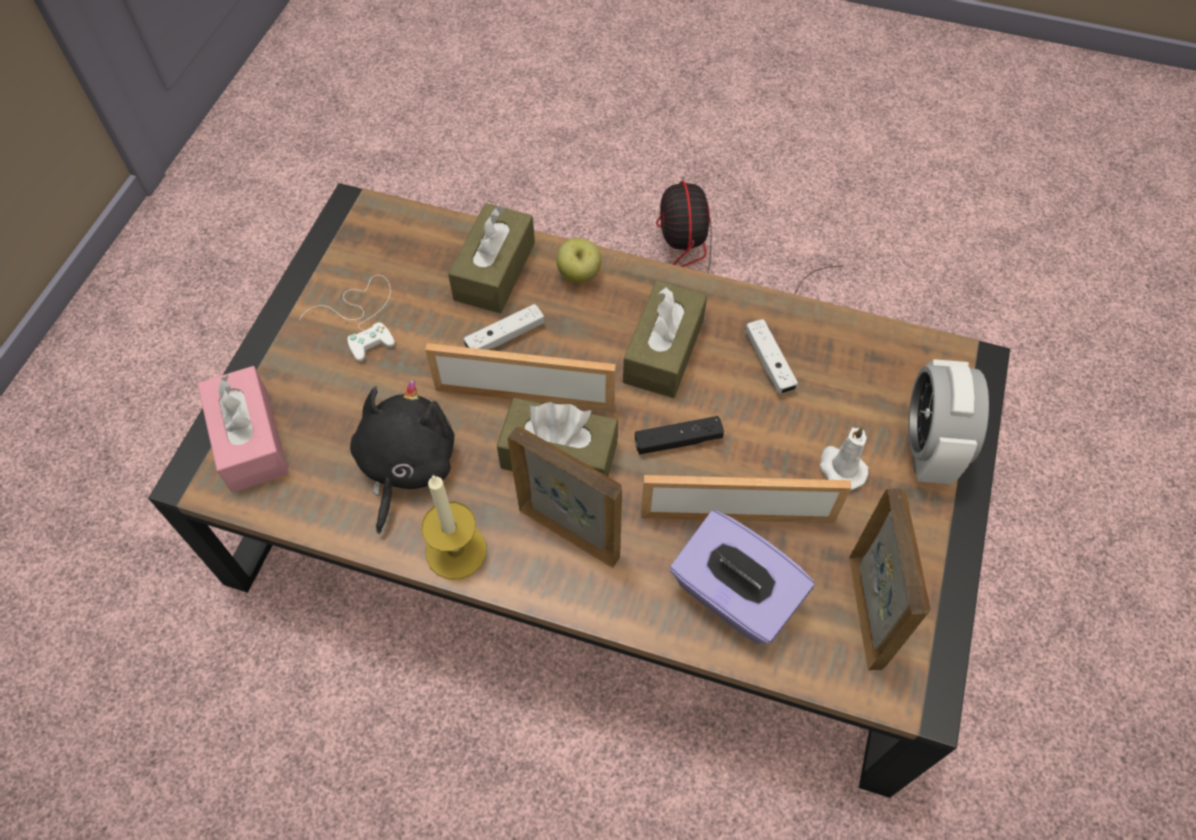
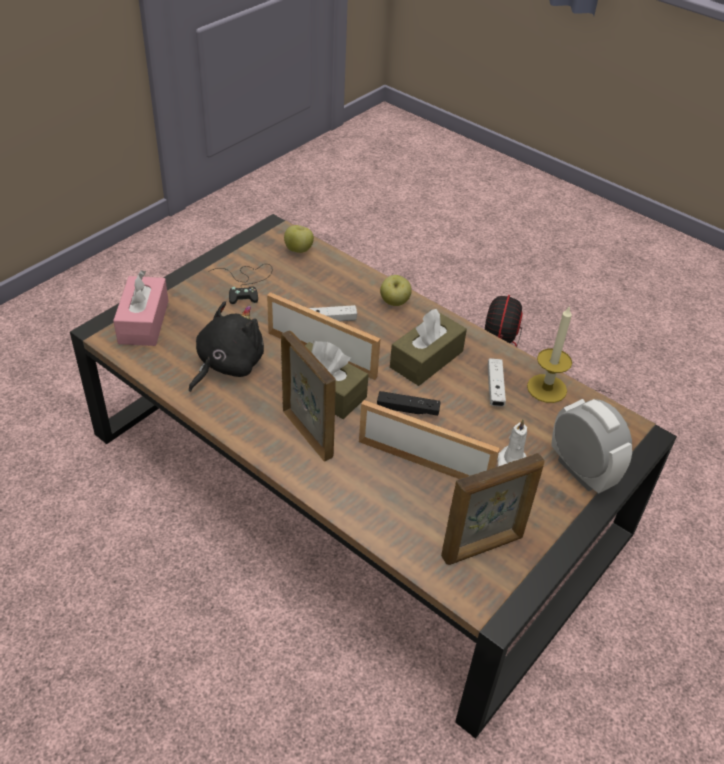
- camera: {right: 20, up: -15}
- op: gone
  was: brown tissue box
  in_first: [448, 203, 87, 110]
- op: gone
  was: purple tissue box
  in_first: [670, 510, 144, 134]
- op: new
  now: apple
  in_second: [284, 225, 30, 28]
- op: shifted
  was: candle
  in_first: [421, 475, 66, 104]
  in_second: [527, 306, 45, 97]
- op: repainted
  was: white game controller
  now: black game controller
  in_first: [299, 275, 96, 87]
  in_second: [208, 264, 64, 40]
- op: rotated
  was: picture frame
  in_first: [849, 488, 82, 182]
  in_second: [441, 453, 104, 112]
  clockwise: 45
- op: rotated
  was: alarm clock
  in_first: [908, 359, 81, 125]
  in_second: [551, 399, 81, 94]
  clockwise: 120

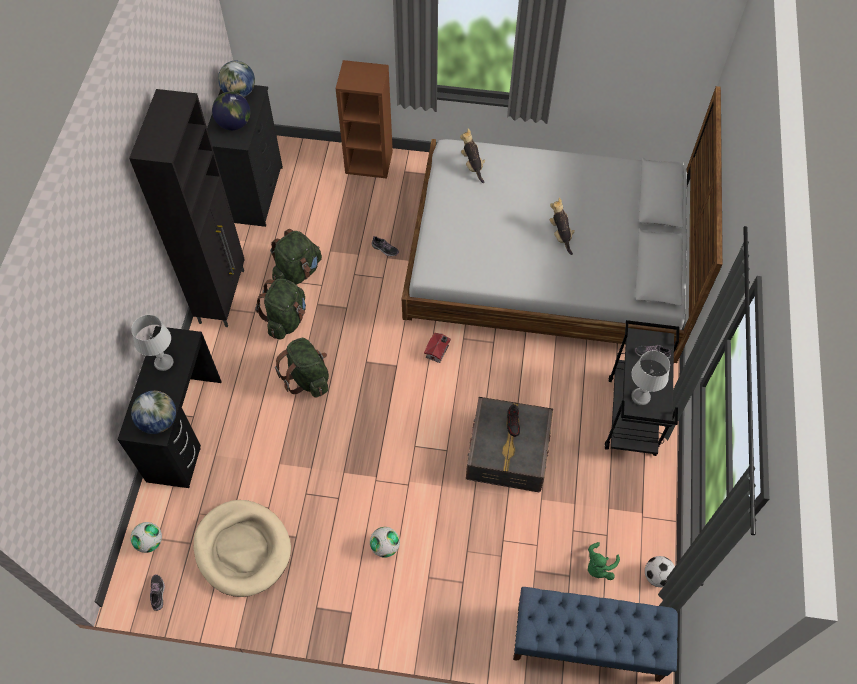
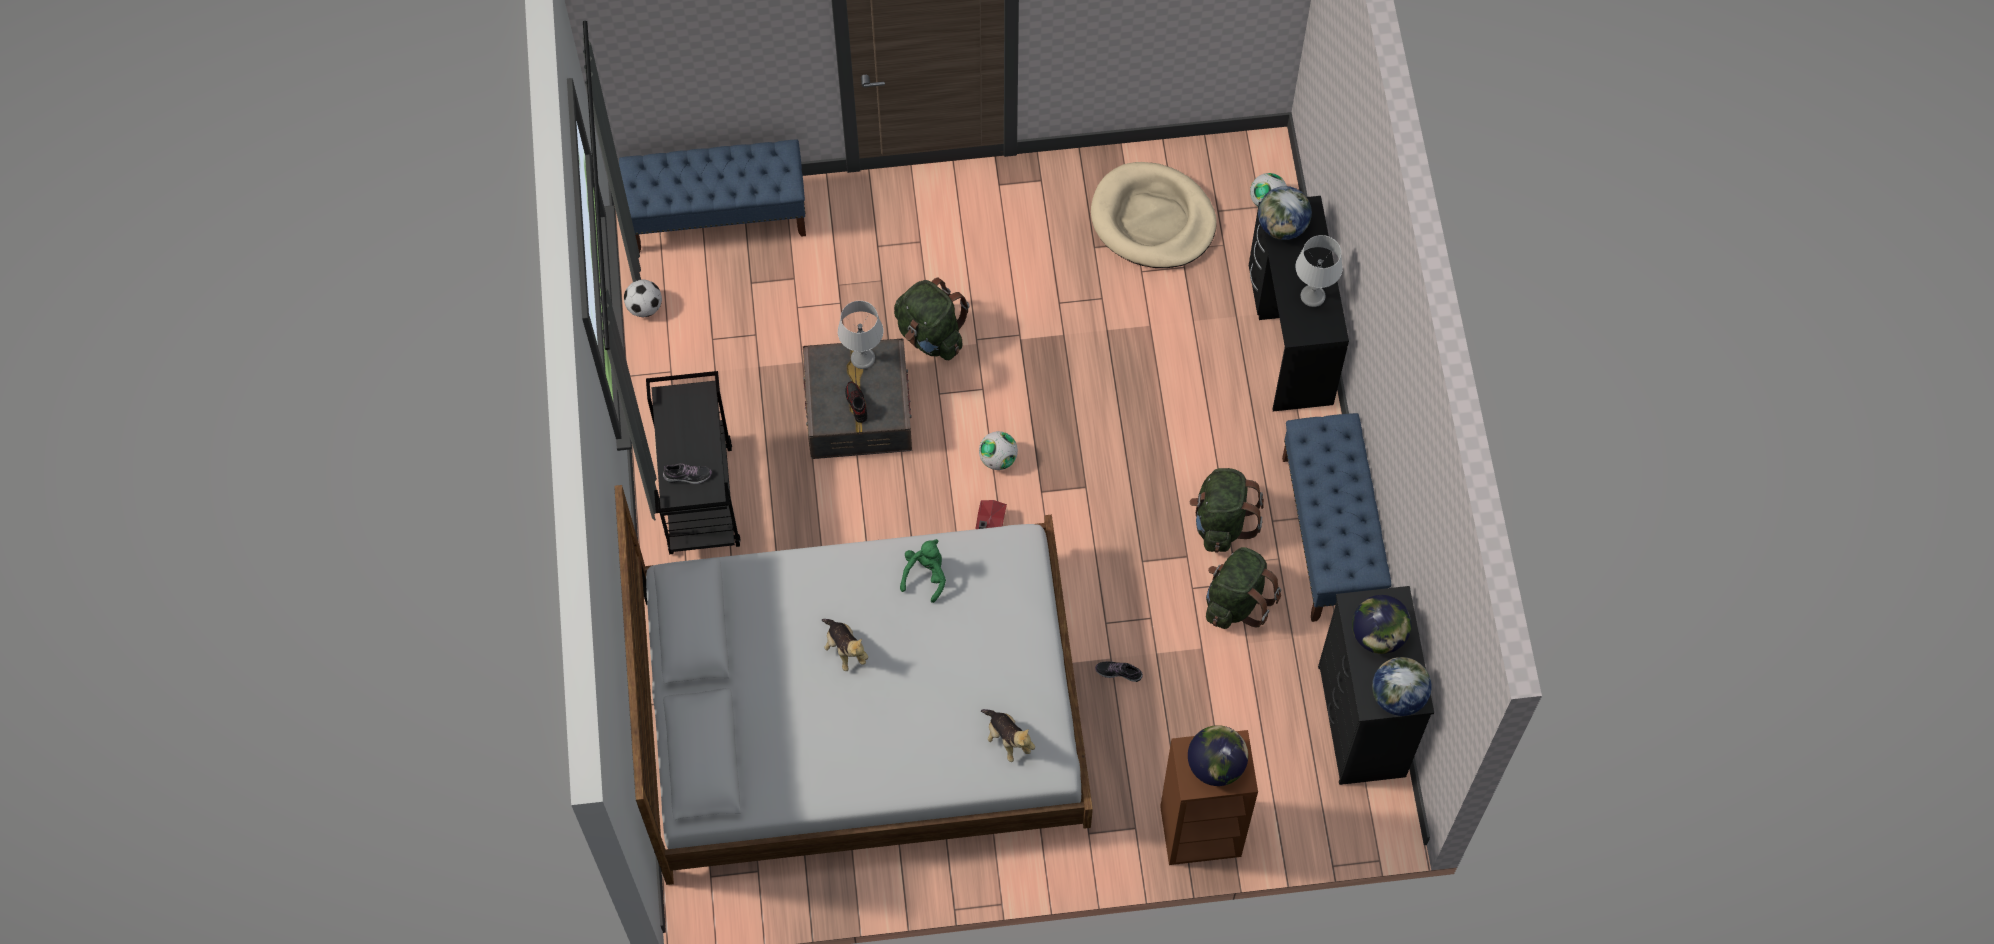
- camera: {right: 165, up: 5}
- op: gone
  was: shoe
  in_first: [150, 574, 15, 37]
- op: new
  now: globe
  in_second: [1188, 725, 60, 61]
- op: shifted
  was: green backpack
  in_first: [275, 338, 54, 59]
  in_second: [894, 277, 76, 83]
- op: shifted
  was: football
  in_first: [370, 527, 30, 31]
  in_second: [979, 431, 39, 39]
- op: shifted
  was: green plush toy
  in_first: [588, 542, 32, 38]
  in_second: [900, 539, 46, 64]
- op: shifted
  was: grey table lamp
  in_first: [631, 351, 39, 54]
  in_second: [838, 301, 45, 68]
- op: swapped
  was: black cabinet
  now: blue bench
  in_first: [129, 89, 116, 238]
  in_second: [1282, 413, 109, 209]

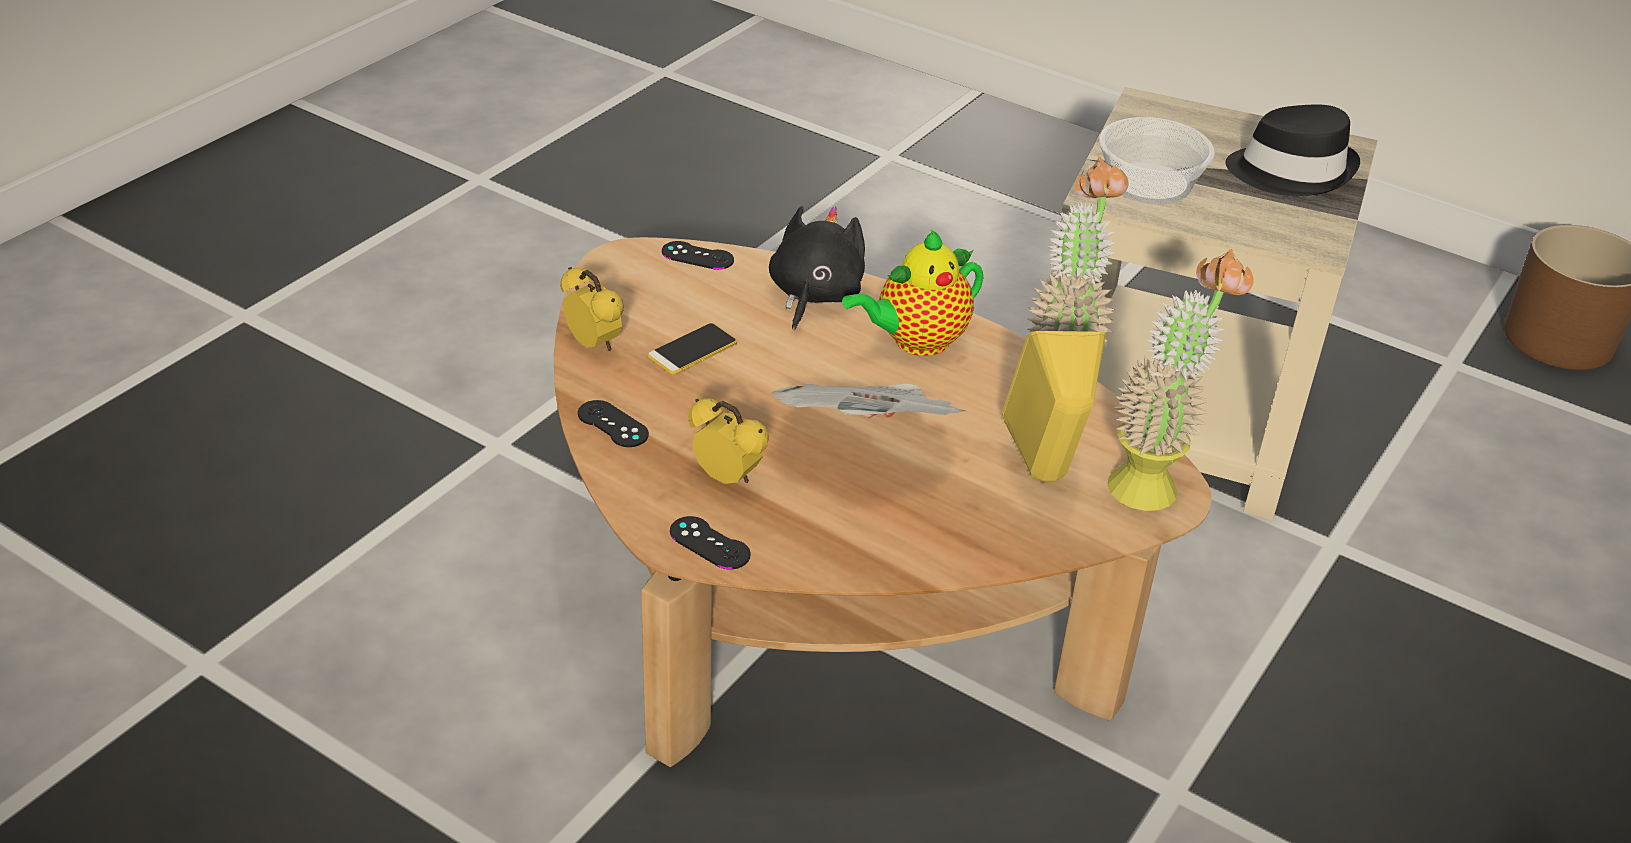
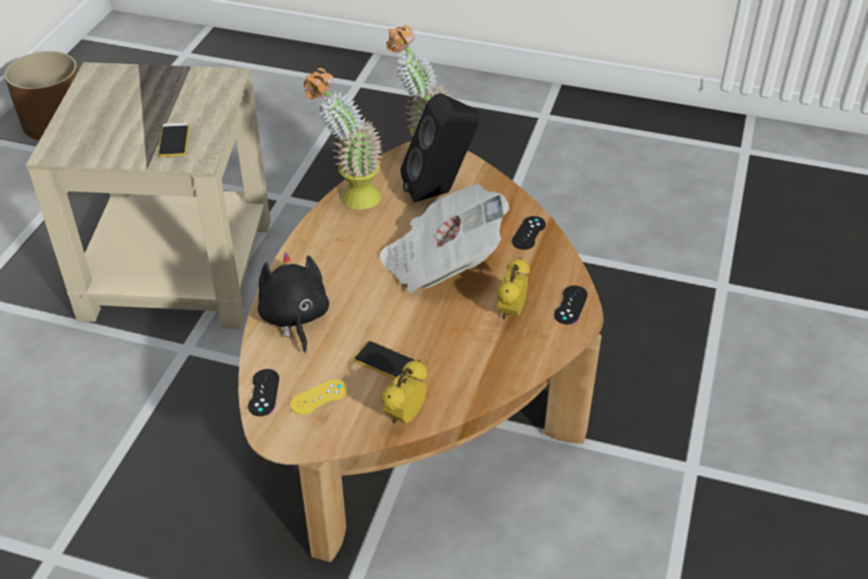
- camera: {right: -105, up: 5}
- op: gone
  was: teapot
  in_first: [842, 230, 142, 126]
- op: gone
  was: black hat
  in_first: [1225, 105, 135, 91]
- op: new
  now: yellow game controller
  in_second: [290, 379, 57, 36]
- op: shifted
  was: black game controller
  in_first: [578, 400, 71, 47]
  in_second: [512, 216, 34, 34]
- op: swapped
  was: bowl
  now: phone
  in_first: [1099, 117, 116, 87]
  in_second: [158, 122, 32, 35]
- op: repainted
  was: yellow speaker
  now: black speaker
  in_first: [1003, 331, 103, 151]
  in_second: [401, 93, 78, 110]
- op: rotated
  was: black plush toy
  in_first: [769, 206, 96, 125]
  in_second: [258, 252, 71, 101]
  clockwise: 75

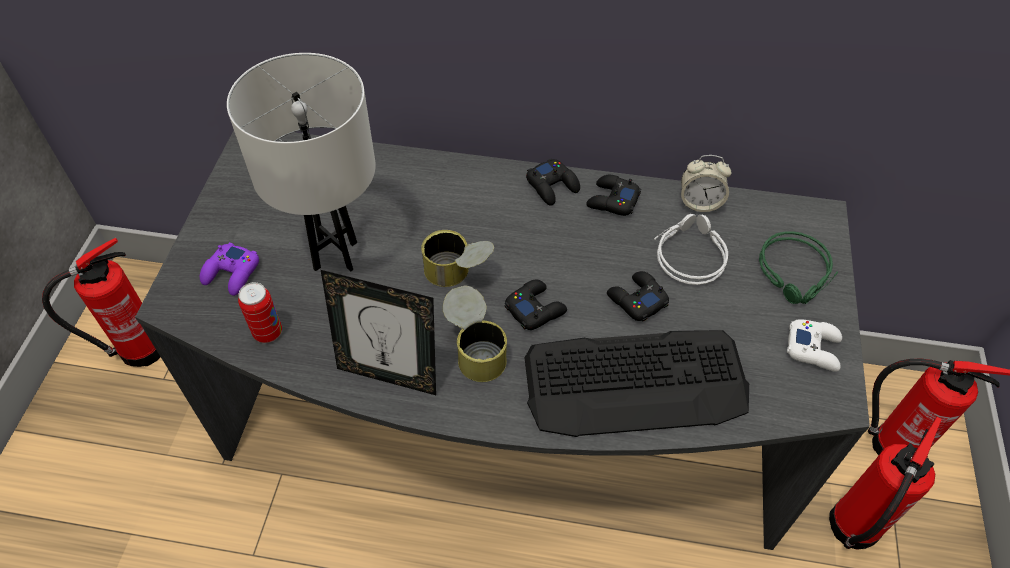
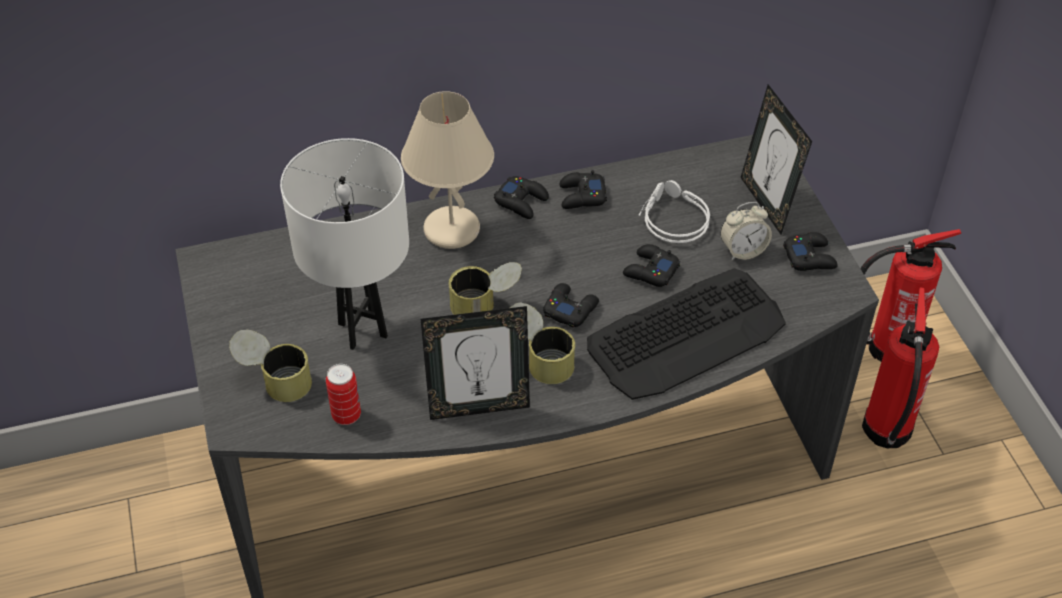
- camera: {right: -25, up: -5}
- op: gone
  was: fire extinguisher
  in_first: [42, 238, 118, 129]
- op: new
  now: beige table lamp
  in_second: [401, 91, 93, 158]
- op: shifted
  was: alarm clock
  in_first: [681, 155, 51, 57]
  in_second: [720, 202, 52, 58]
- op: swapped
  was: purple game controller
  now: can
  in_first: [200, 242, 59, 54]
  in_second: [229, 330, 83, 72]
- op: swapped
  was: green headphones
  now: picture frame
  in_first: [759, 231, 79, 73]
  in_second: [740, 84, 72, 151]
- op: repainted
  was: white game controller
  now: black game controller
  in_first: [787, 319, 55, 53]
  in_second: [783, 232, 55, 39]

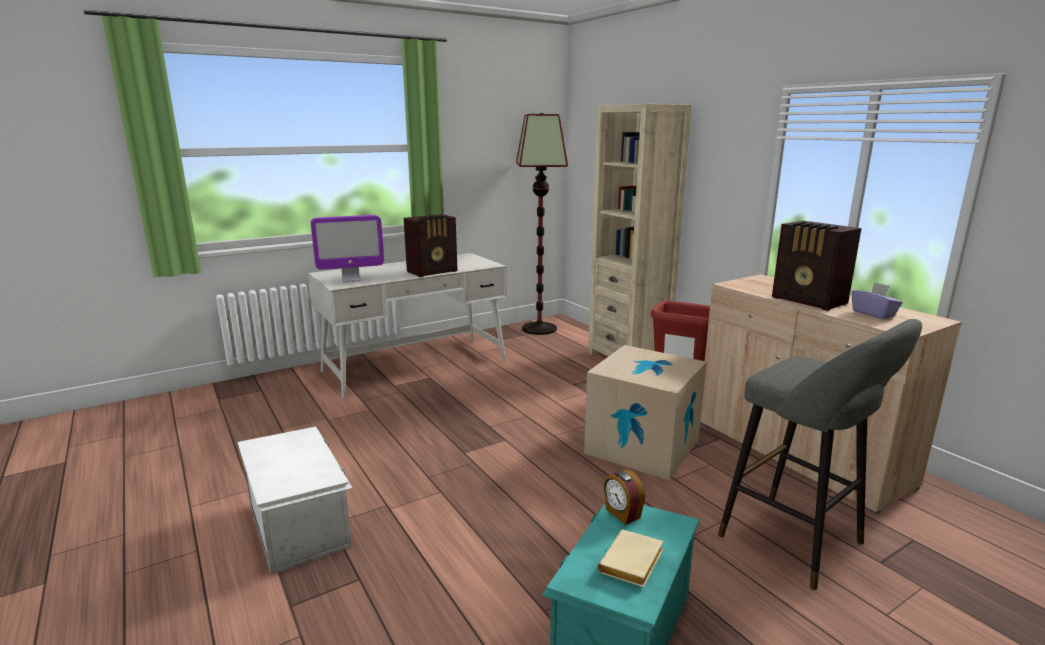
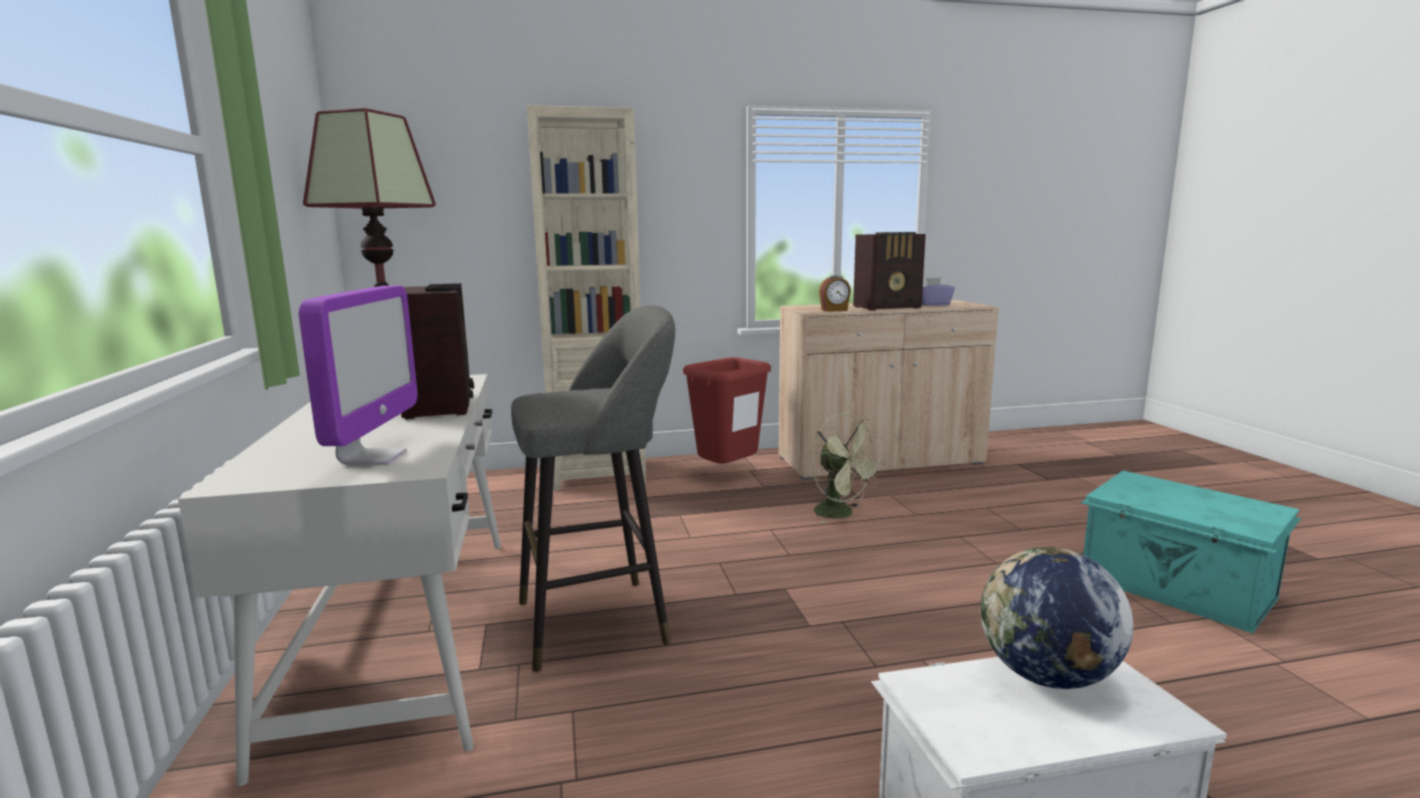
- camera: {right: -70, up: -5}
- op: gone
  was: beige book
  in_first: [598, 530, 65, 57]
- op: new
  now: globe
  in_second: [980, 547, 153, 142]
- op: shifted
  was: alarm clock
  in_first: [604, 469, 41, 56]
  in_second: [819, 275, 32, 37]
- op: shifted
  was: grey stool
  in_first: [718, 319, 204, 271]
  in_second: [511, 305, 164, 367]
- op: swapped
  was: cardboard box
  now: green fan
  in_first: [584, 345, 123, 135]
  in_second: [812, 413, 72, 111]

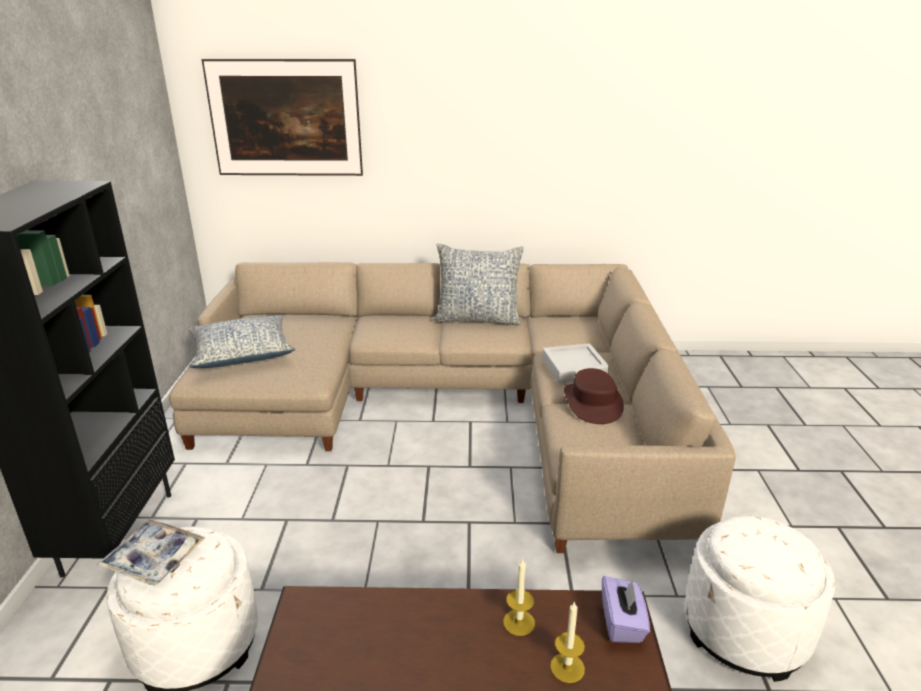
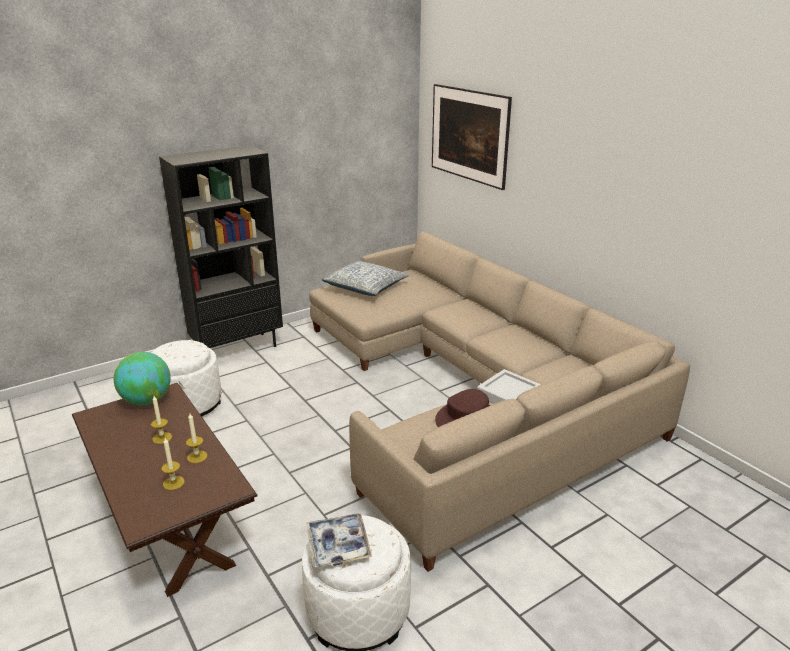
- camera: {right: 55, up: 0}
- op: gone
  was: pillow
  in_first: [433, 243, 91, 82]
- op: gone
  was: purple tissue box
  in_first: [602, 576, 48, 67]
- op: new
  now: globe
  in_second: [114, 352, 57, 53]
- op: new
  now: candle
  in_second: [151, 396, 21, 48]
- op: shifted
  was: tray
  in_first: [97, 520, 109, 66]
  in_second: [306, 513, 66, 54]

